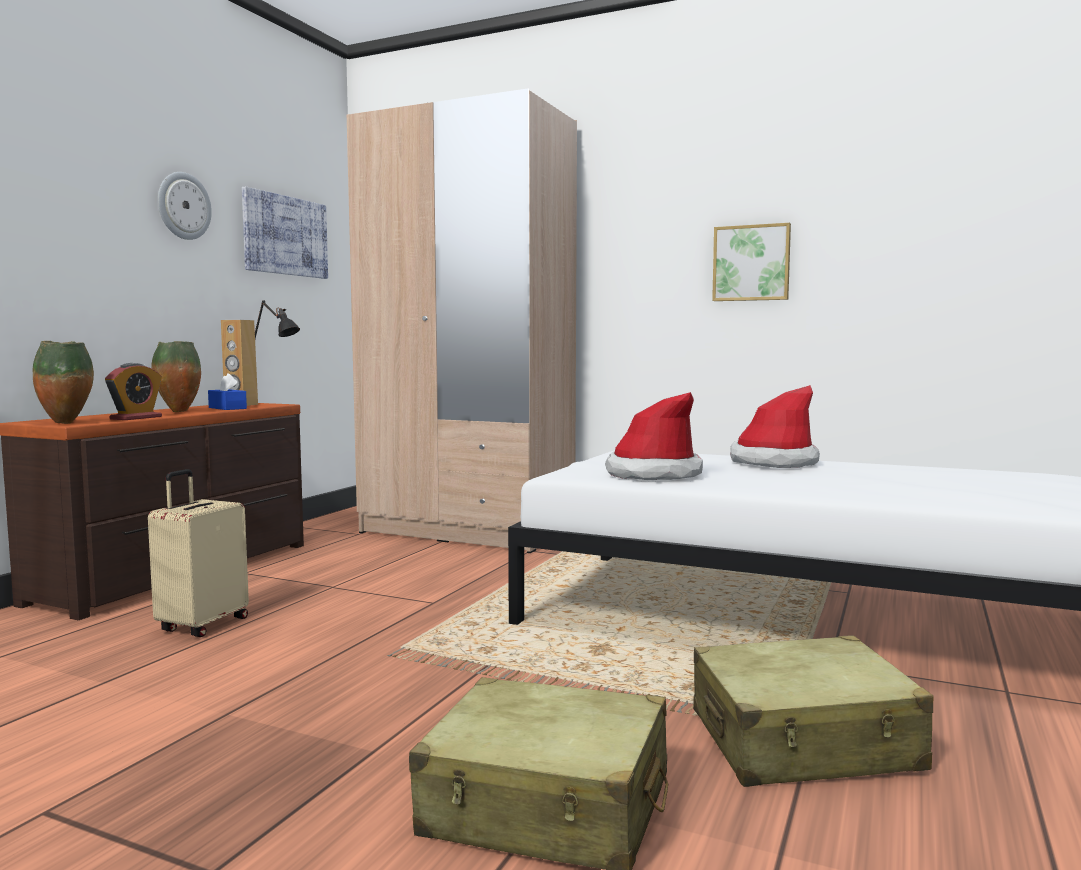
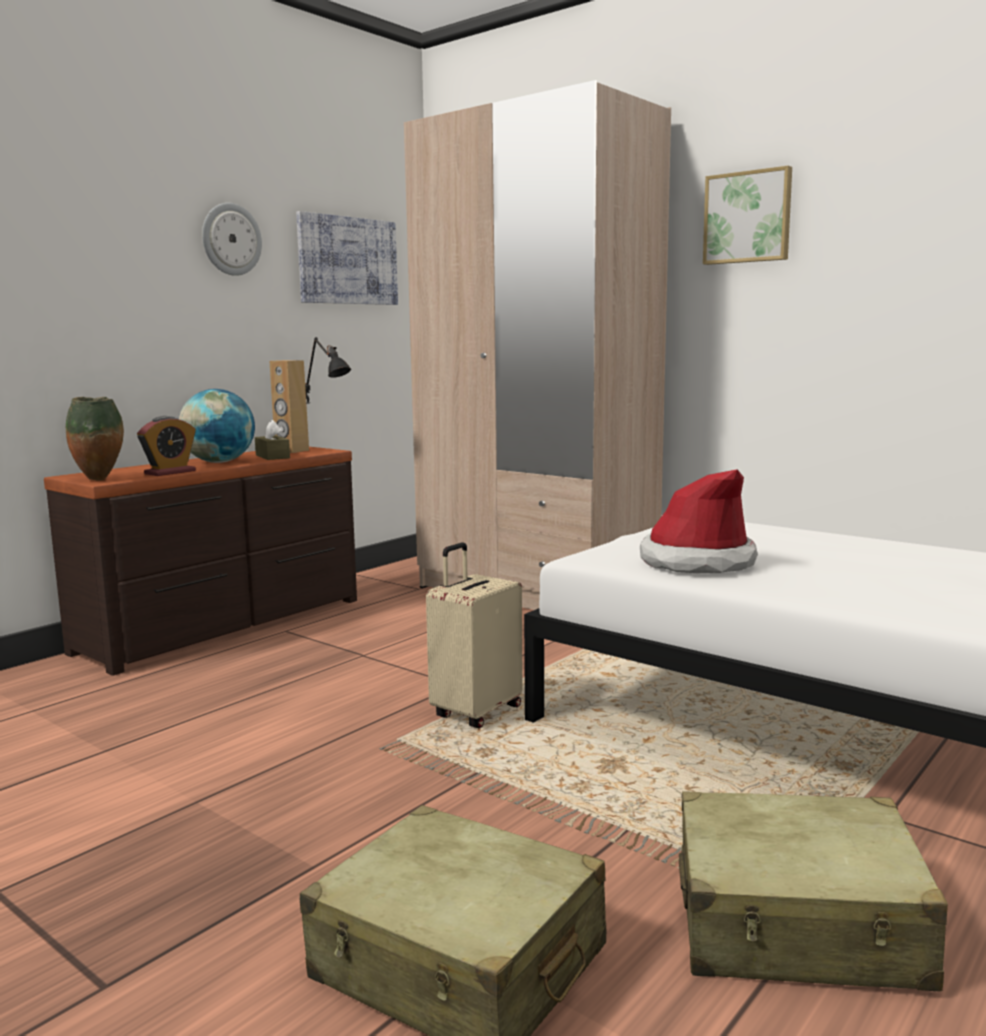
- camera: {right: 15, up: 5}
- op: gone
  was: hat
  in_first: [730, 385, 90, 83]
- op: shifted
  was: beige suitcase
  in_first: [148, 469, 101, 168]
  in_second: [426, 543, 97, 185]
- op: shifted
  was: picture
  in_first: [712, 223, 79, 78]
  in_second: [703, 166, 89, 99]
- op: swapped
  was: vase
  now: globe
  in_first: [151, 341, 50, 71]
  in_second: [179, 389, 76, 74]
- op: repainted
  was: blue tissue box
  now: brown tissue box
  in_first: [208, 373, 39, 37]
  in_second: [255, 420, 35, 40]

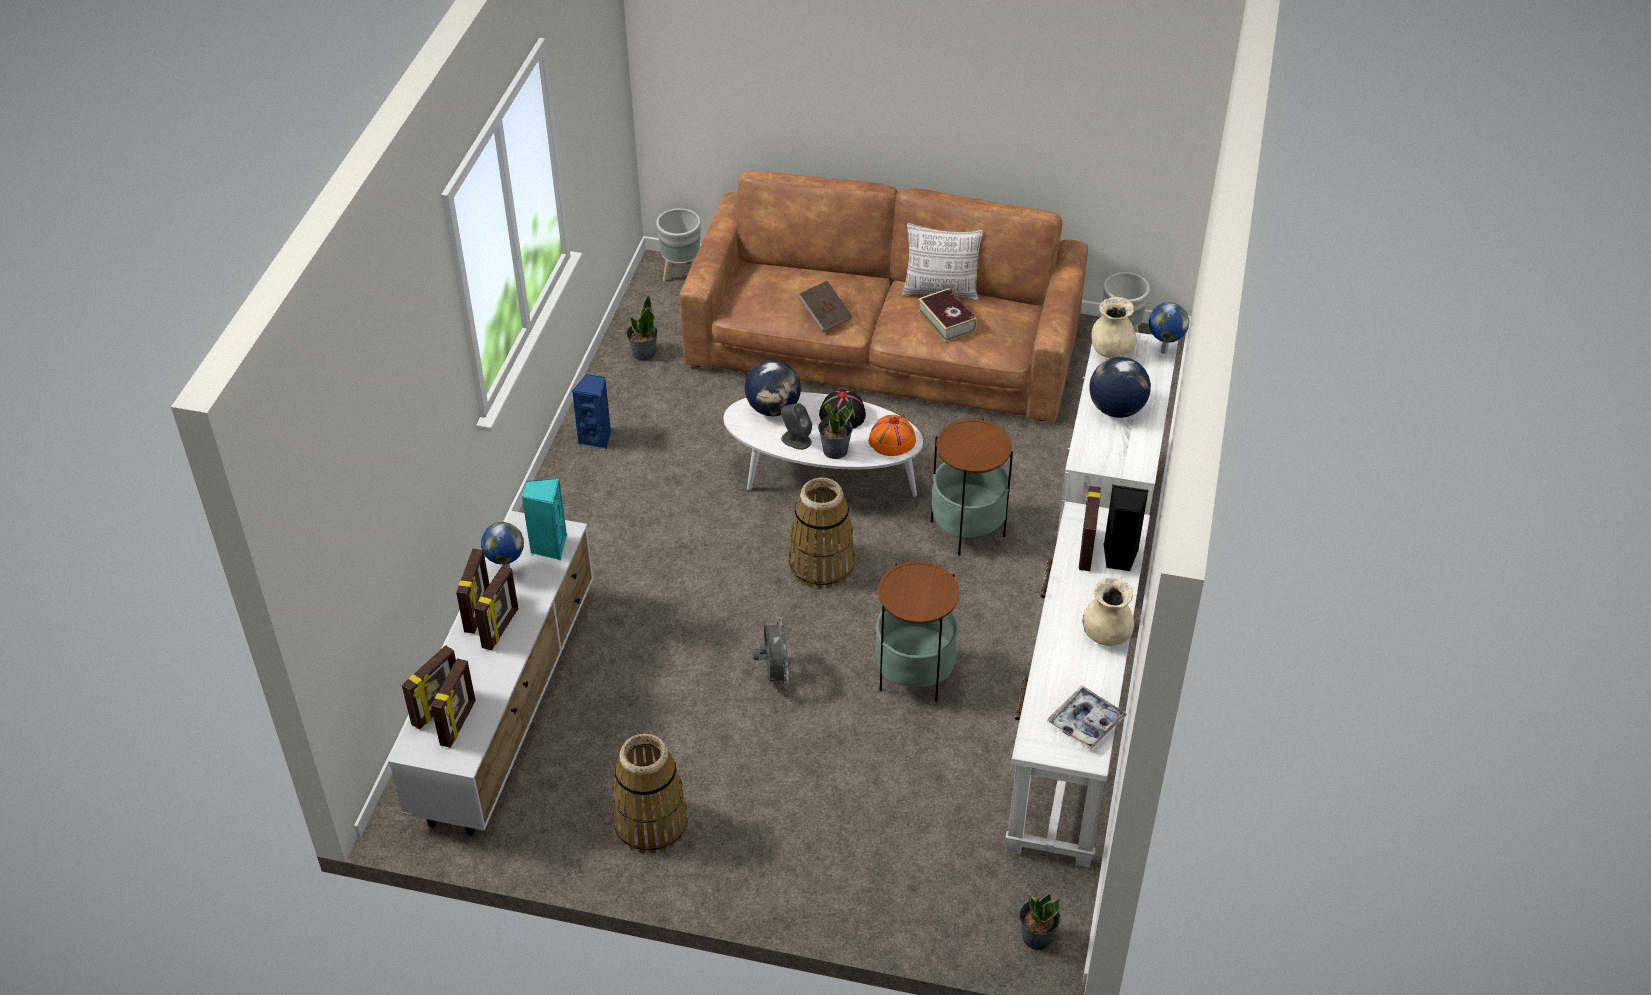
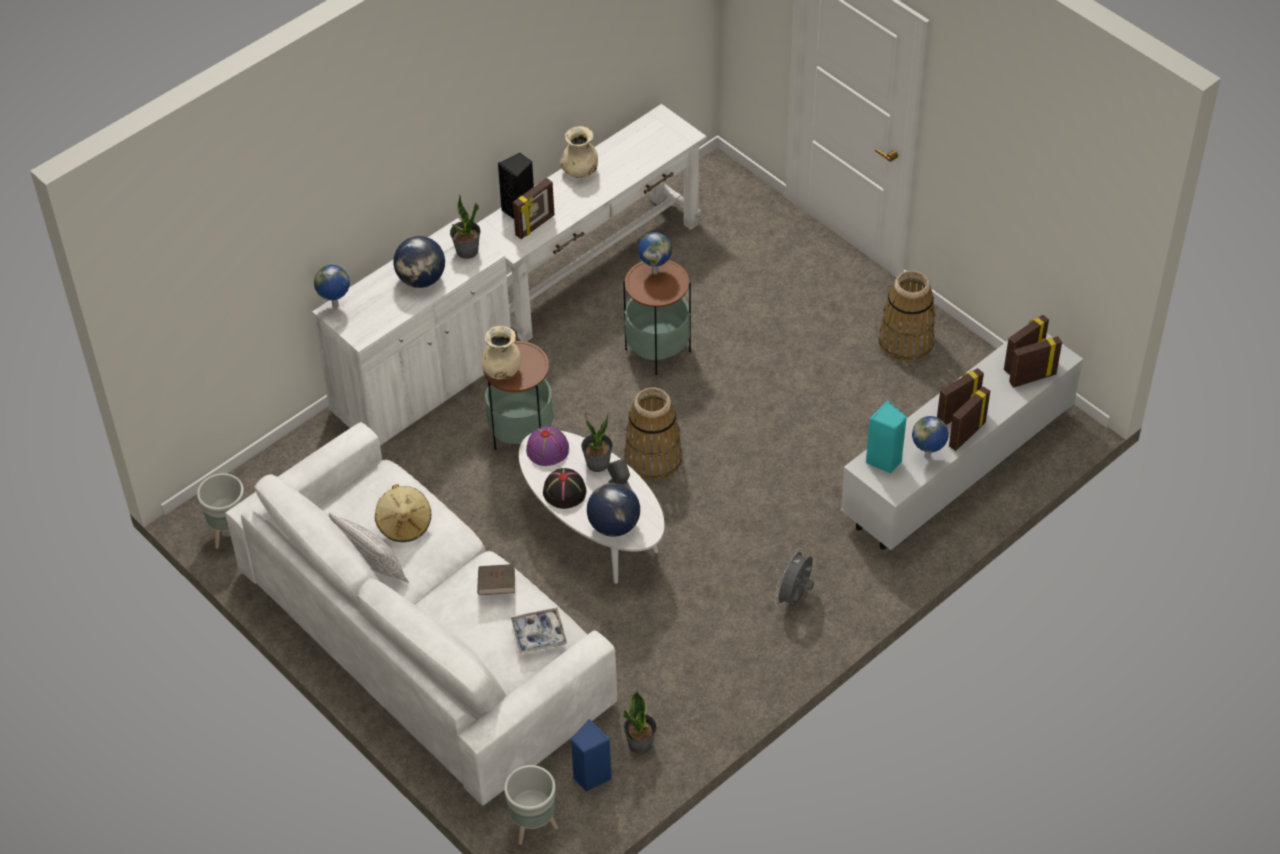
- camera: {right: -145, up: 5}
- op: new
  now: globe
  in_second: [638, 232, 34, 42]
- op: shifted
  was: blue speaker
  in_first: [572, 374, 39, 75]
  in_second: [571, 719, 41, 73]
- op: shifted
  was: grey fan
  in_first: [752, 617, 37, 71]
  in_second: [774, 548, 40, 60]
- op: shifted
  was: potted plant
  in_first: [1019, 893, 42, 57]
  in_second: [450, 195, 31, 64]
- op: shifted
  was: tray
  in_first: [1048, 686, 79, 64]
  in_second: [511, 608, 56, 46]
- op: shifted
  was: beige vase
  in_first: [1092, 297, 45, 61]
  in_second: [481, 326, 40, 53]
- op: swapped
  was: book
  now: beige hat
  in_first: [918, 288, 59, 54]
  in_second: [375, 484, 56, 58]
- op: repainted
  was: brown sofa
  now: white sofa
  in_first: [679, 170, 409, 252]
  in_second: [225, 422, 392, 384]
- op: repainted
  was: orange hat
  now: purple hat
  in_first: [869, 415, 47, 41]
  in_second: [526, 426, 43, 40]

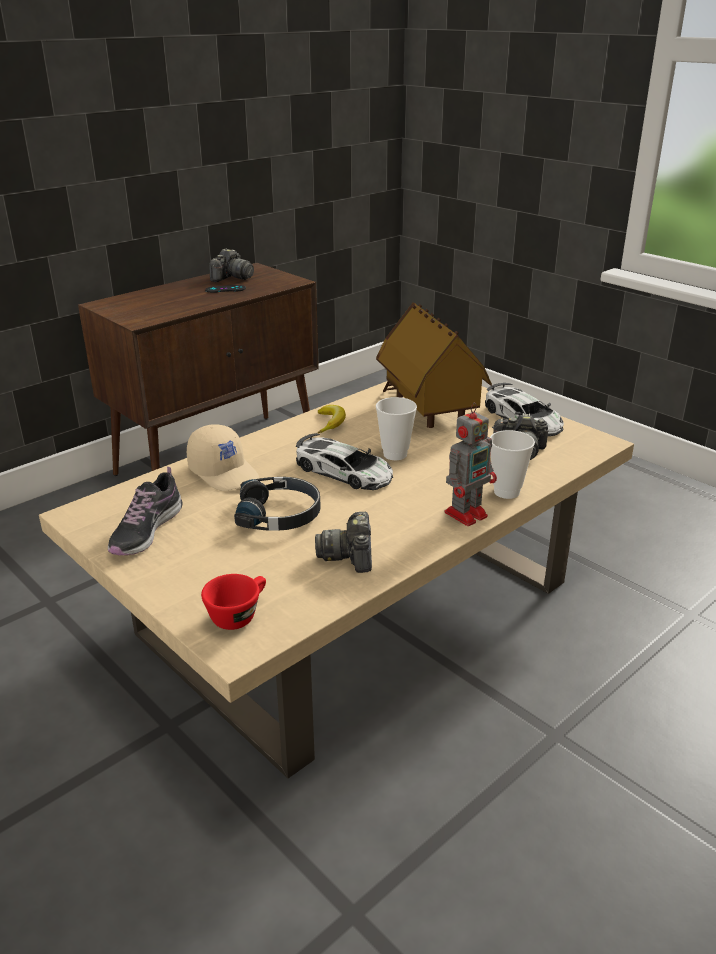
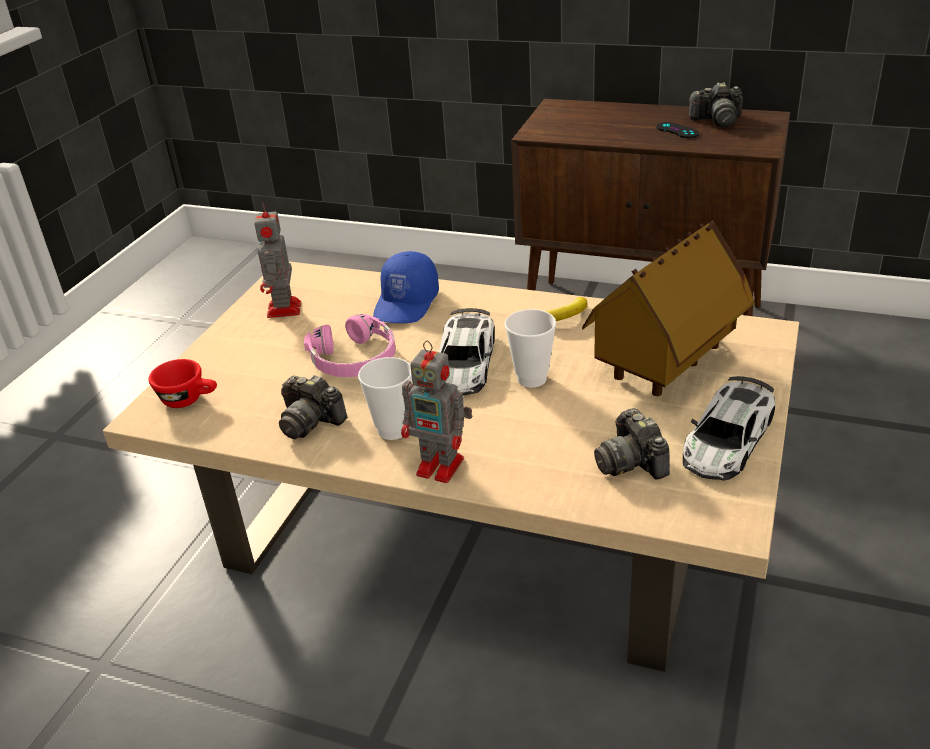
- camera: {right: 65, up: 5}
- op: shifted
  was: cup
  in_first: [490, 430, 45, 69]
  in_second: [358, 357, 54, 83]
- op: swapped
  was: shoe
  now: toy robot
  in_first: [108, 467, 74, 88]
  in_second: [254, 202, 47, 116]
- op: repainted
  was: beige cap
  now: blue cap
  in_first: [187, 424, 72, 67]
  in_second: [373, 251, 66, 72]
- op: repainted
  was: black headphones
  now: pink headphones
  in_first: [234, 477, 87, 54]
  in_second: [304, 314, 92, 63]
- op: rotated
  was: photo camera
  in_first: [315, 512, 57, 61]
  in_second: [279, 375, 68, 64]
  clockwise: -120

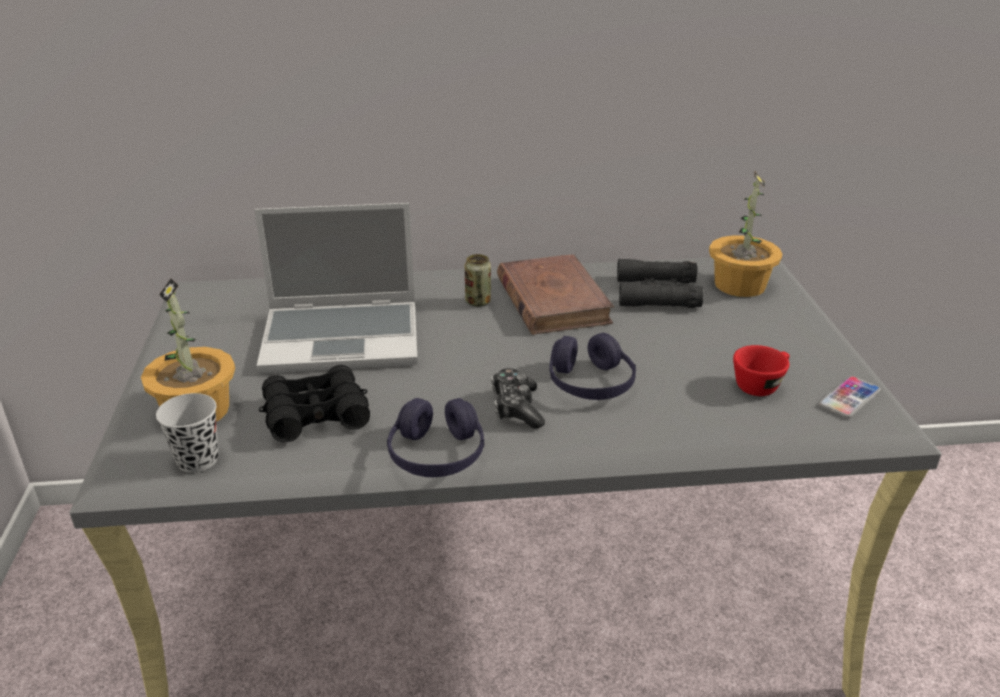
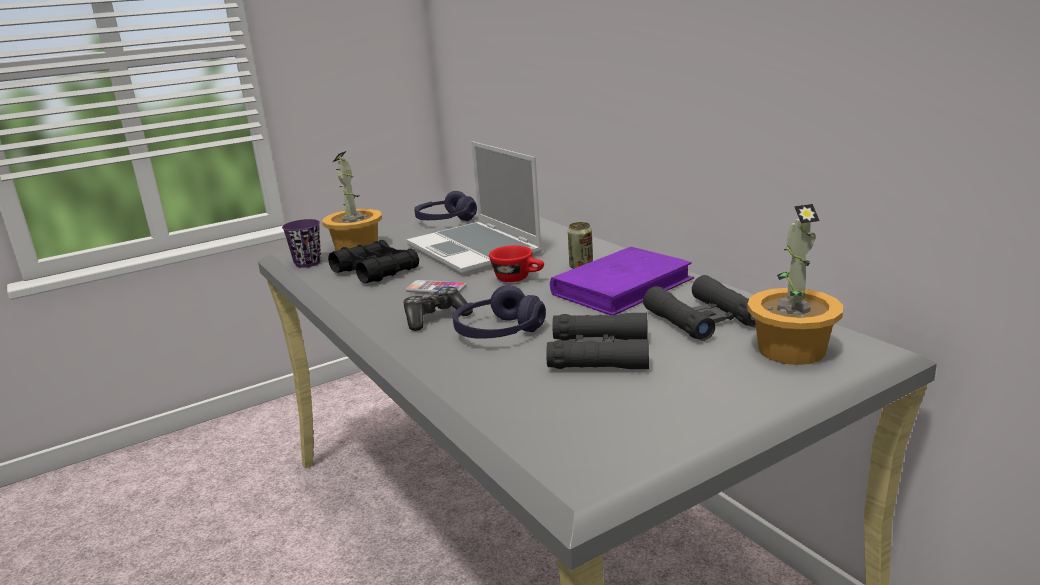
- camera: {right: 65, up: -10}
- op: new
  now: black binoculars
  in_second: [546, 312, 103, 57]
- op: shifted
  was: purple headphones
  in_first: [387, 398, 97, 79]
  in_second: [414, 191, 63, 30]
- op: shifted
  was: red cup
  in_first: [733, 345, 57, 51]
  in_second: [489, 245, 55, 37]
- op: shifted
  was: phone
  in_first: [818, 376, 63, 42]
  in_second: [405, 280, 61, 13]
- op: repainted
  was: black cup
  now: purple cup
  in_first: [156, 393, 62, 80]
  in_second: [282, 219, 39, 49]
- op: repainted
  was: brown book
  now: purple book
  in_first: [497, 254, 117, 81]
  in_second: [550, 247, 144, 68]

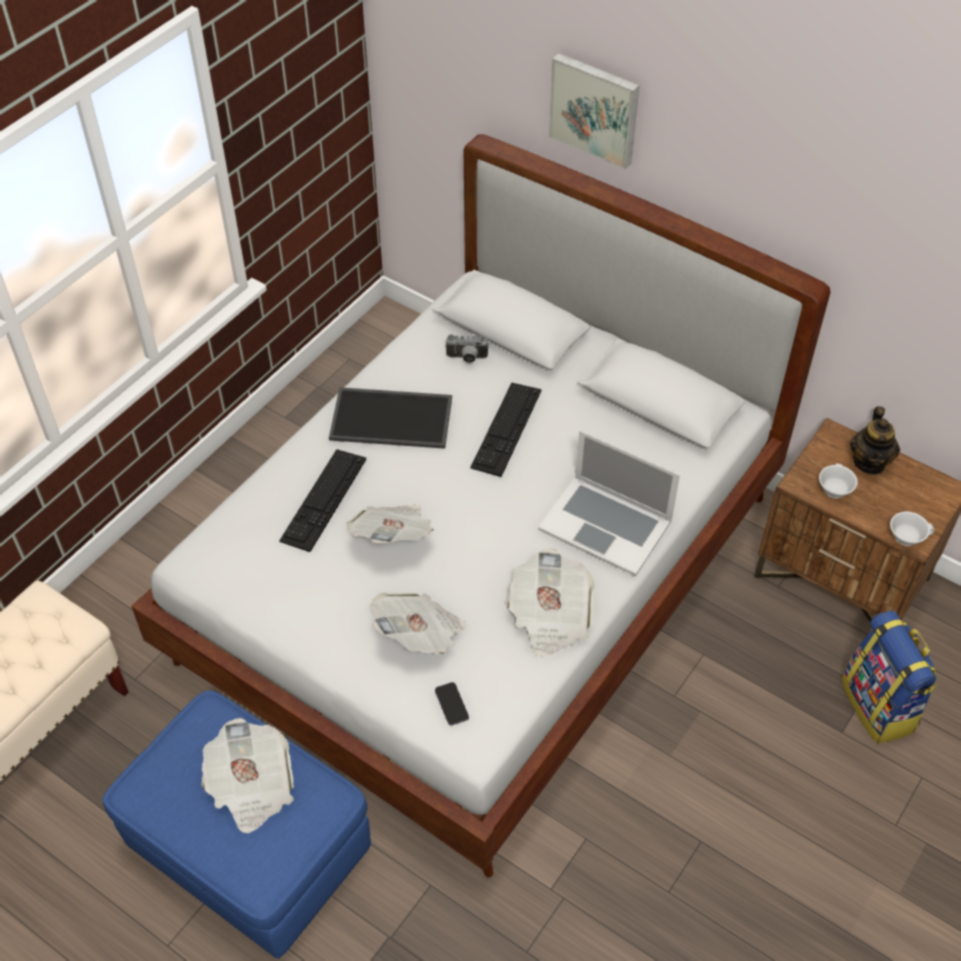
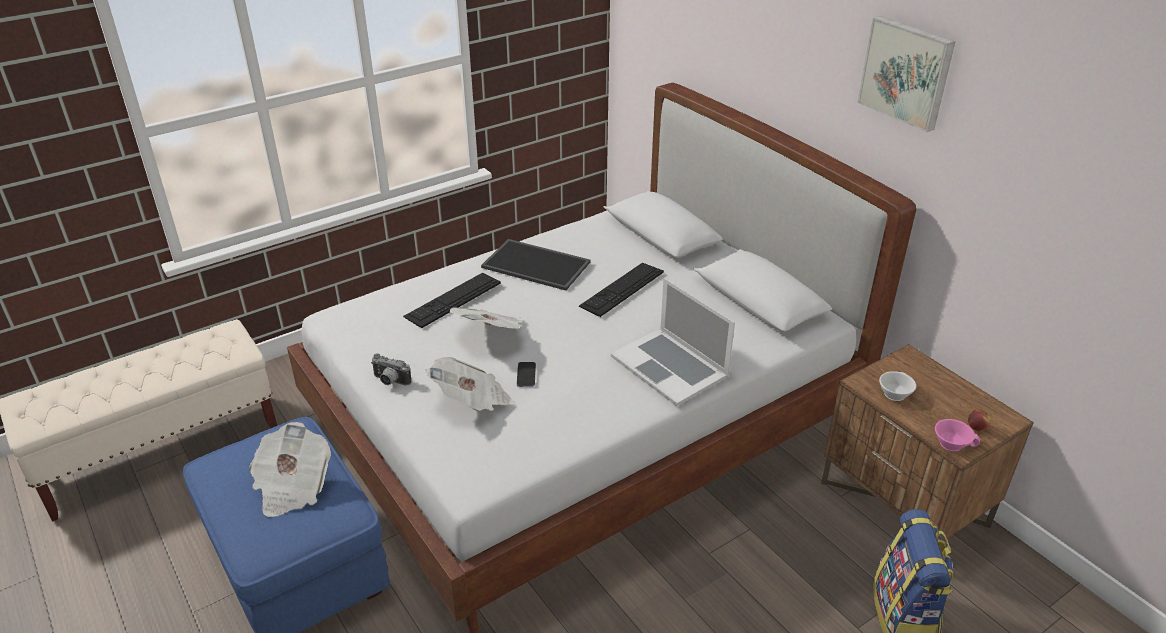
- camera: {right: 20, up: -15}
- op: gone
  was: newspaper
  in_first: [507, 549, 88, 108]
- op: gone
  was: teapot
  in_first: [850, 406, 50, 69]
- op: new
  now: apple
  in_second: [968, 410, 23, 21]
- op: shifted
  was: phone
  in_first: [435, 682, 34, 44]
  in_second: [517, 362, 19, 25]
- op: shifted
  was: photo camera
  in_first: [445, 334, 44, 29]
  in_second: [371, 353, 40, 32]
- op: shifted
  was: picture
  in_first: [548, 53, 92, 116]
  in_second: [857, 16, 98, 116]
- op: repainted
  was: white cup
  now: pink cup
  in_first: [890, 511, 45, 35]
  in_second: [935, 419, 45, 32]

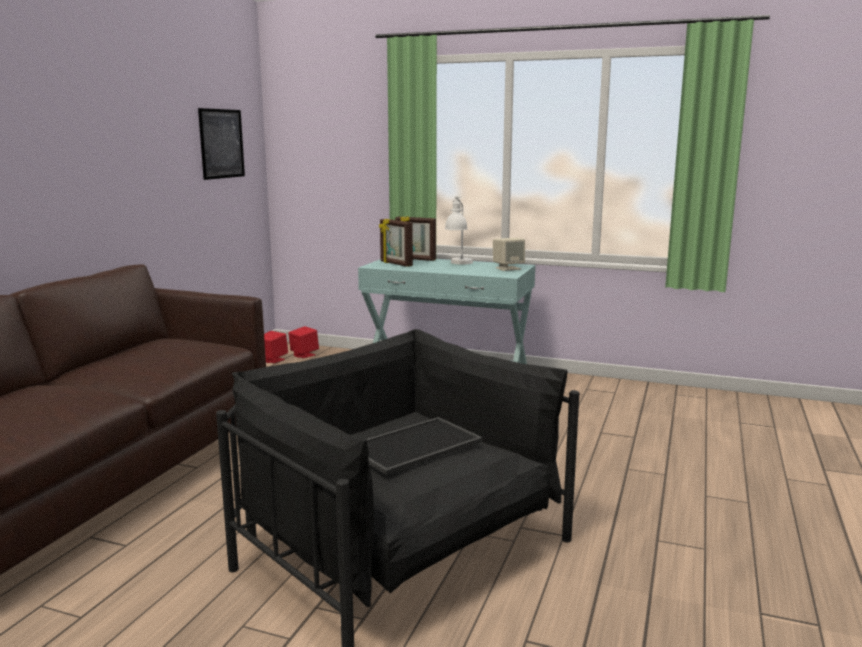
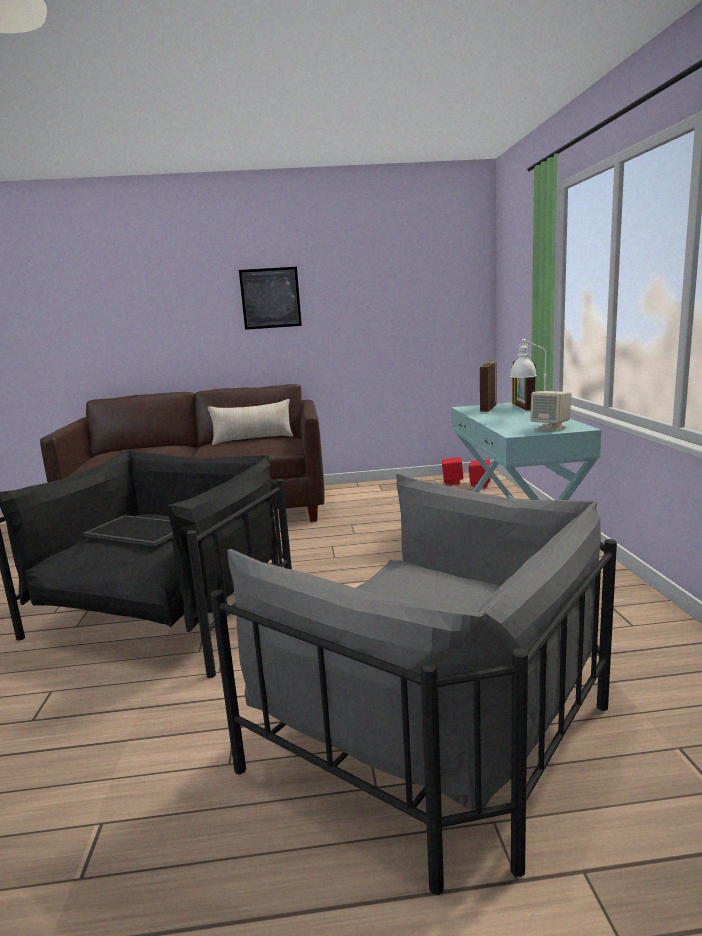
- camera: {right: 65, up: 0}
- op: new
  now: beige pillow
  in_second: [208, 399, 85, 46]
- op: new
  now: grey armchair
  in_second: [210, 473, 407, 422]
- op: shifted
  was: picture
  in_first: [198, 108, 47, 72]
  in_second: [239, 267, 63, 63]

